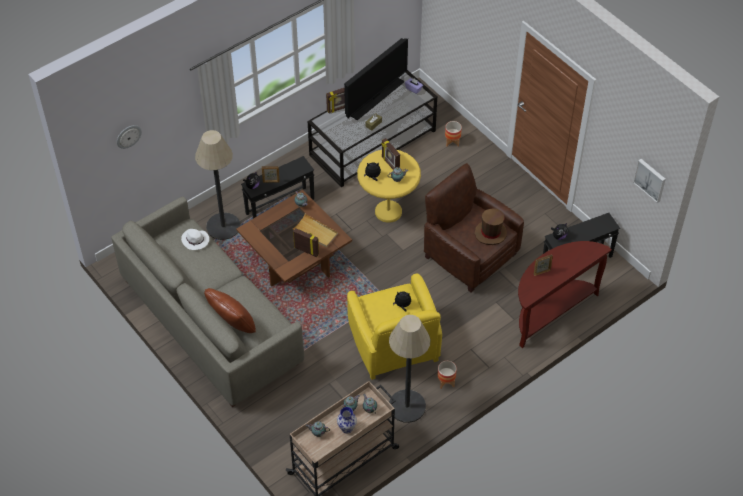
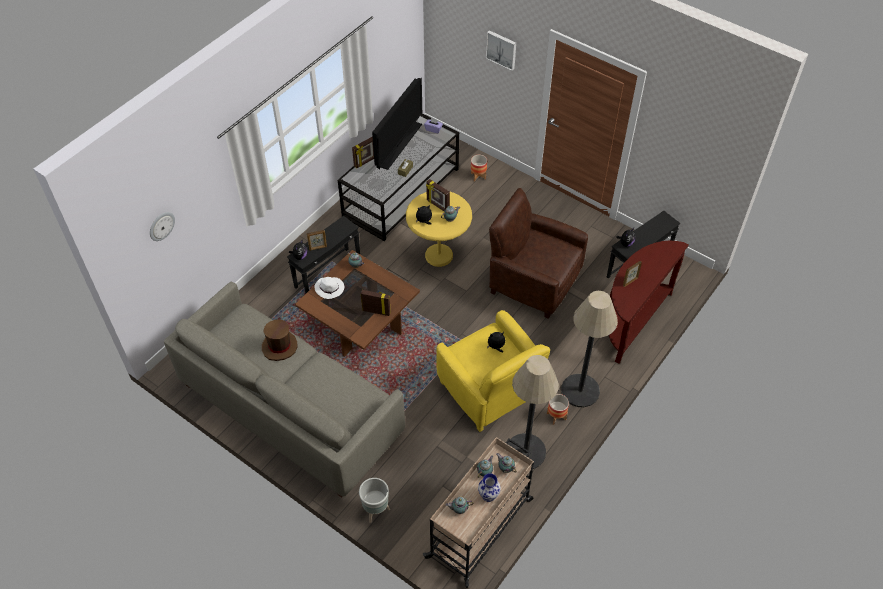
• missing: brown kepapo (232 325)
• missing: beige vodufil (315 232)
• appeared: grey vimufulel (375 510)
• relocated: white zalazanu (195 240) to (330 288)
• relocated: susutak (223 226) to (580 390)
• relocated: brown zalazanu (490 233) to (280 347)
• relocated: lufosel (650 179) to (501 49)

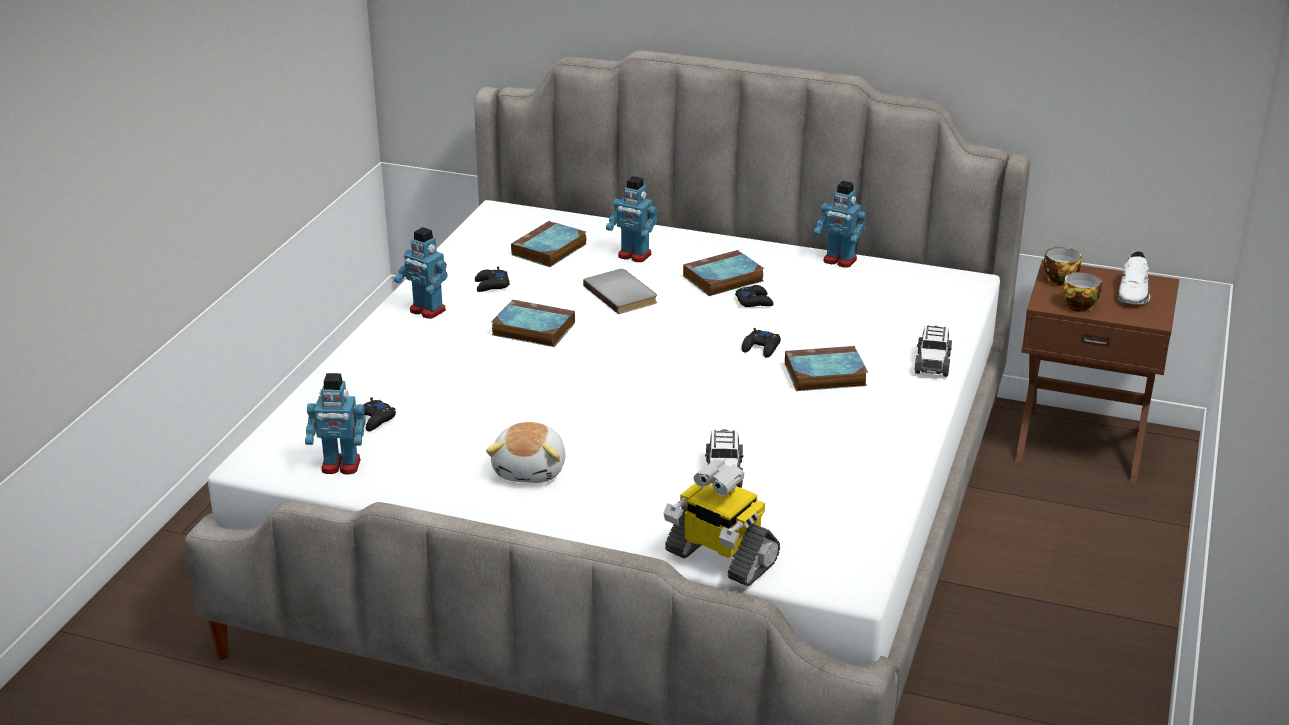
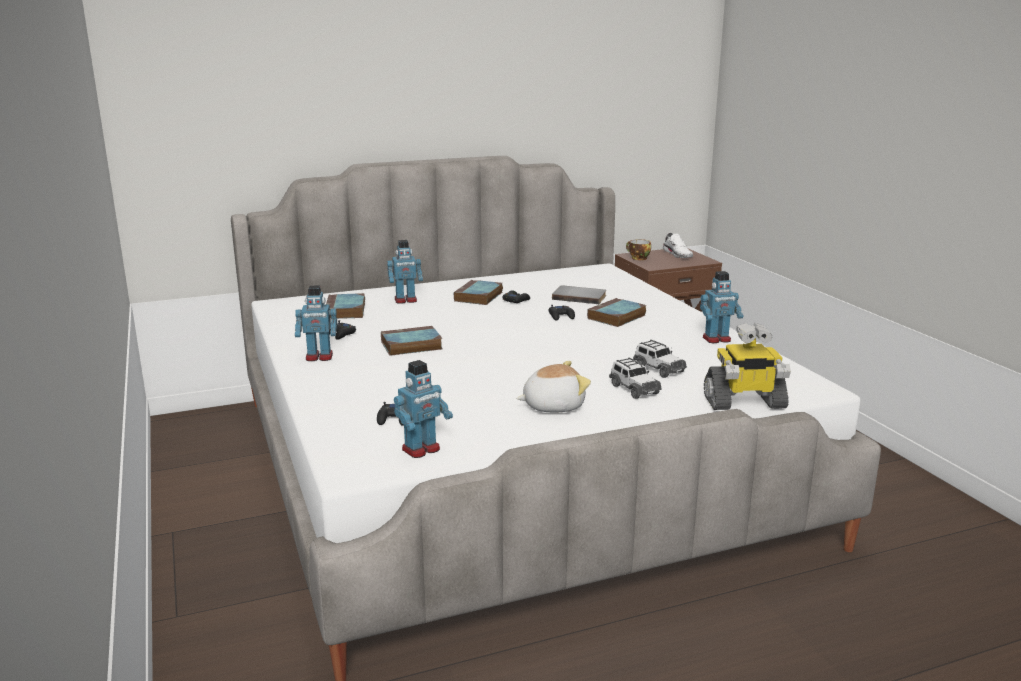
• missing: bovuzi (1080 305)
• relocated: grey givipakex (622 294) to (579 297)
• relocated: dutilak (839 260) to (717 339)
• relocated: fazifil (932 363) to (633 389)
• spun: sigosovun (531 470) = (552 406) 75 degrees counterclockwise

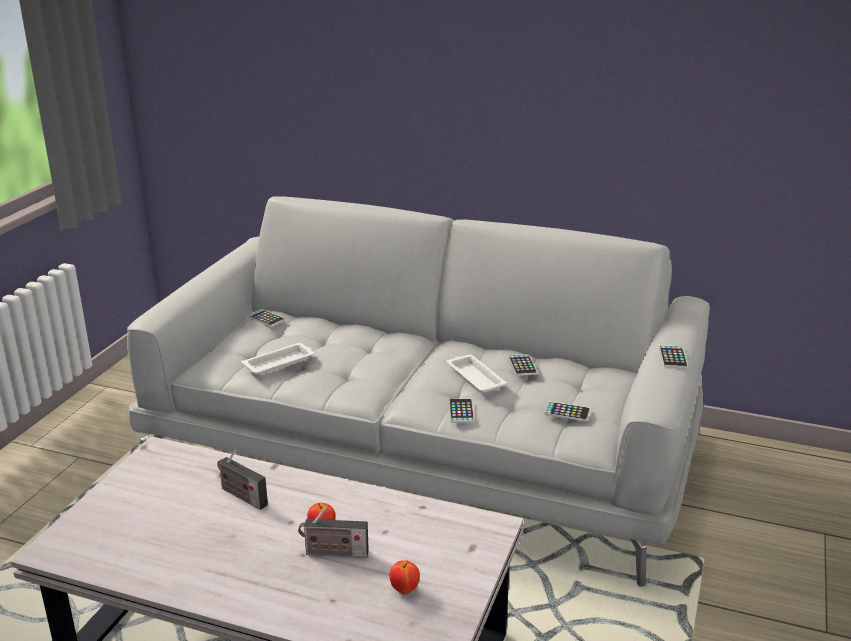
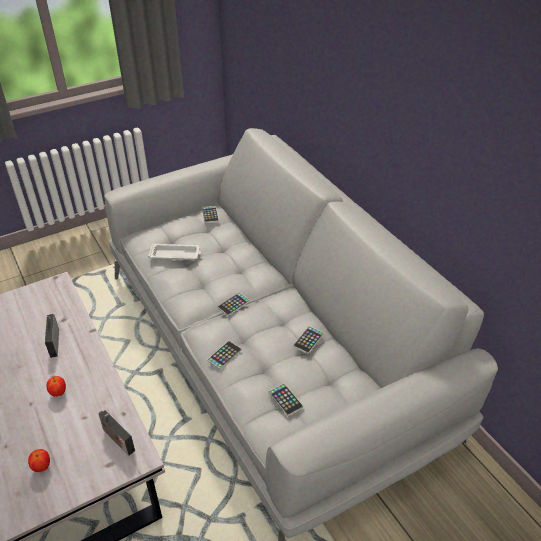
• missing: white vodufil (475 377)
• relocated: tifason (333 553) to (117 439)
• relocated: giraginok (673 357) to (233 304)

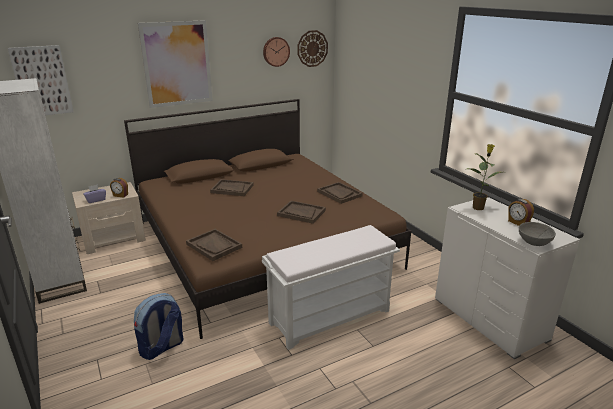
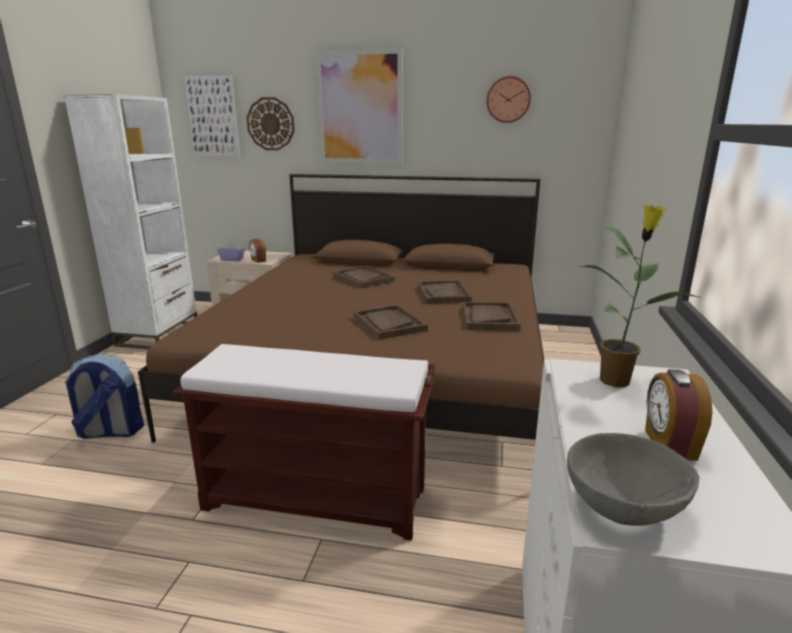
• relocated: brown vodufil (214 246) to (443 293)
• relocated: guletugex (312 48) to (270 124)
• colour: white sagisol (330 316) to brown sagisol (318 497)

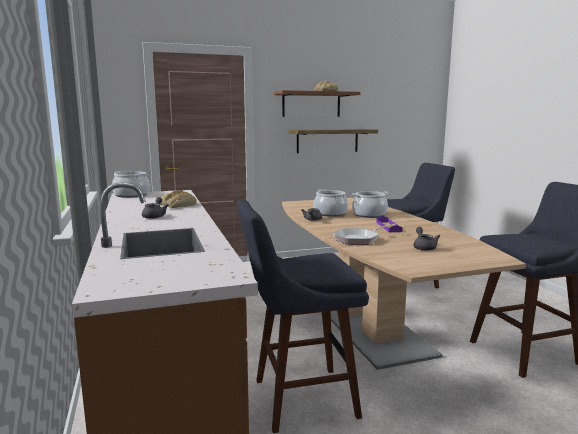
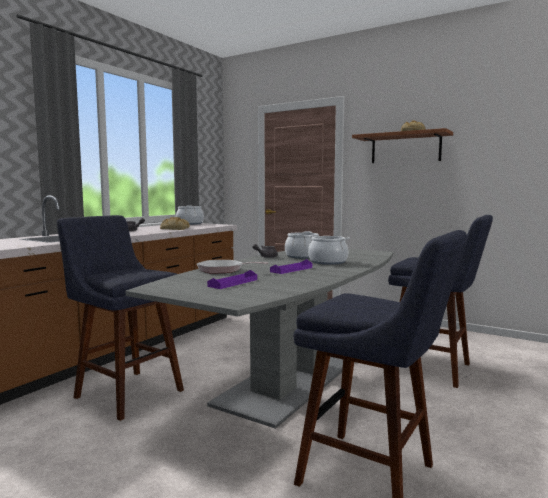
• missing: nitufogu (327 140)
• exchanged: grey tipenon (424 247) to purple vodufil (233 283)
• colour: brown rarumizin (367 324) to grey rarumizin (290 380)

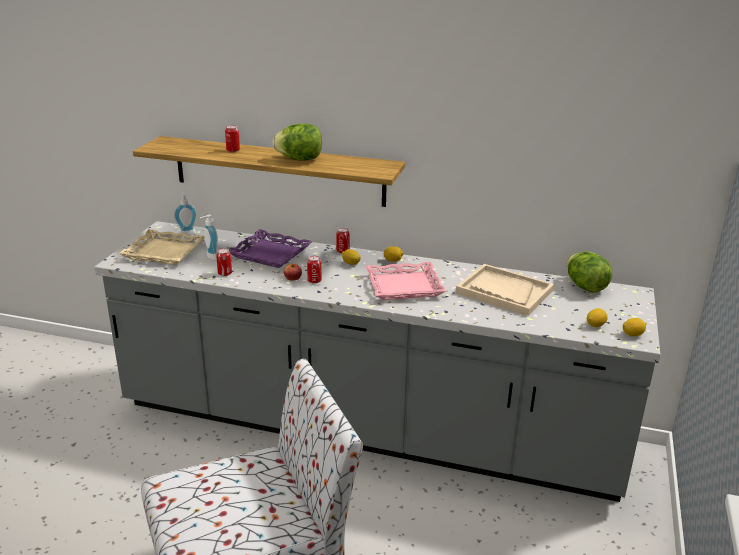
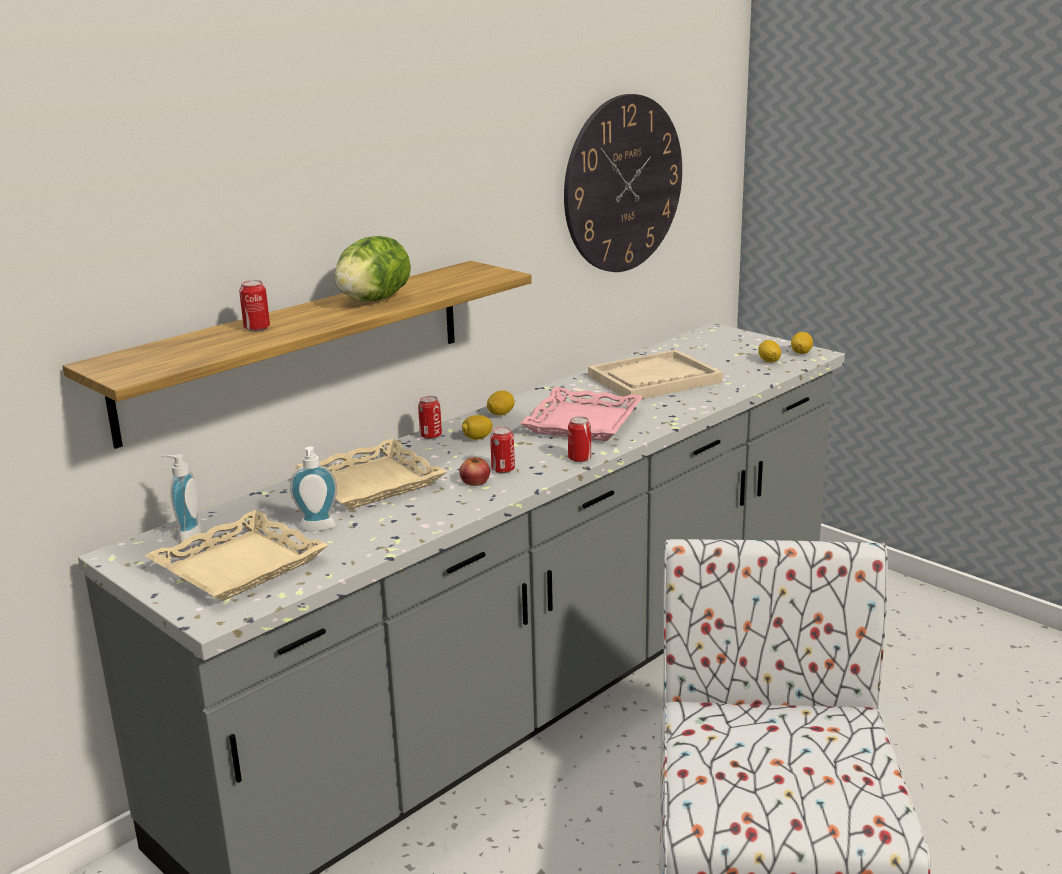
• missing: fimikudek (585 287)
• appeared: guletugex (623 184)
• relocated: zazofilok (225 273) to (579 458)
• colour: purple vodufil (269 254) to beige vodufil (371 484)

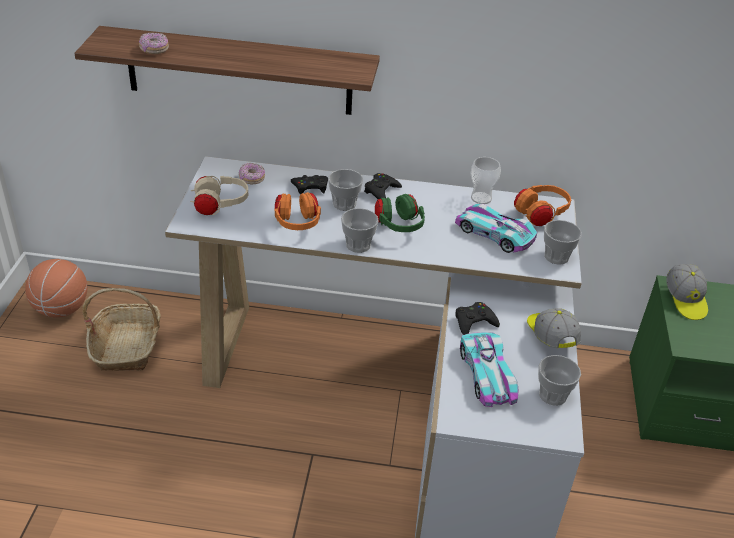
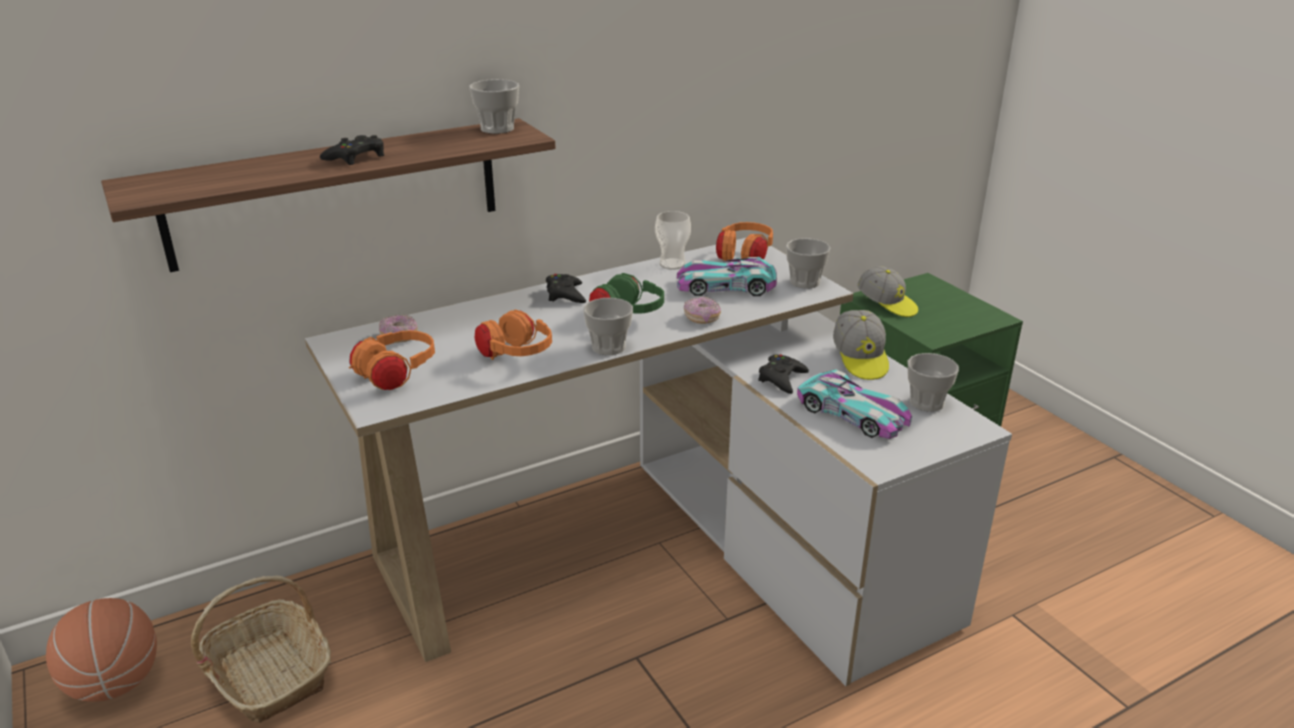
• relocated: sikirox (154 50) to (702 318)
• relocated: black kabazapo (310 187) to (356 157)
• relocated: bovuzi (344 204) to (497 129)
• colour: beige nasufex (220 206) to orange nasufex (396 376)
• spun: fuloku (550 336) = (860 359) 135 degrees counterclockwise

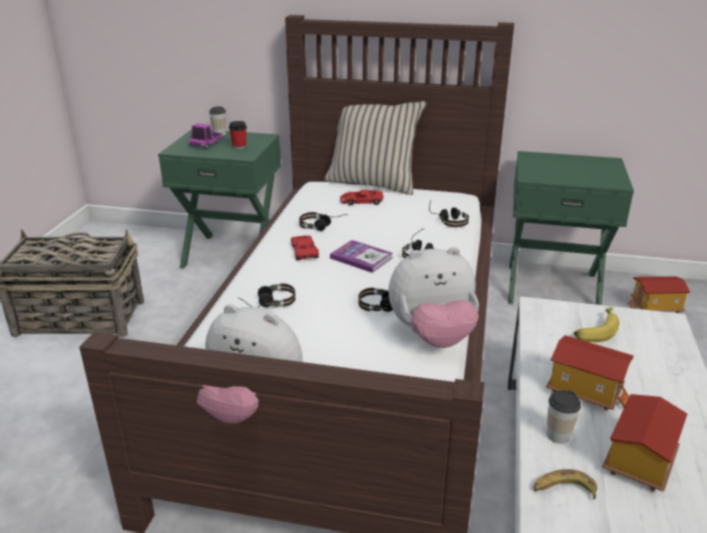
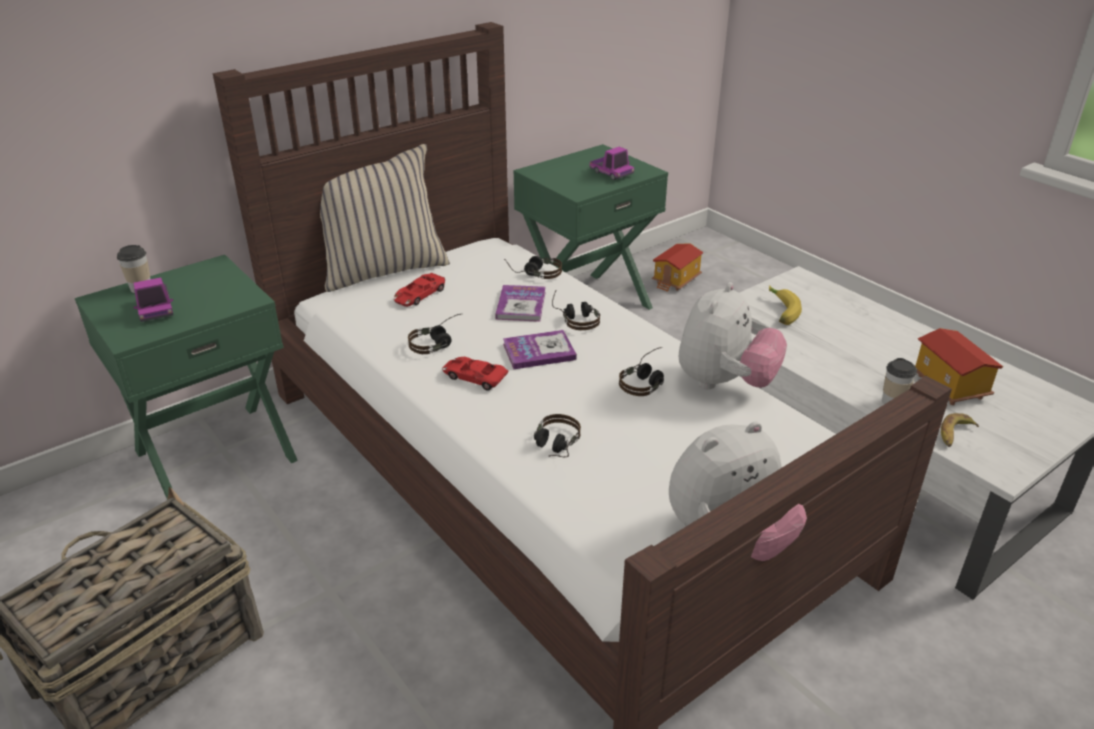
• missing: bovuzi (239 147)
• missing: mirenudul (585 390)
• appeared: givipakex (521 305)
• appeared: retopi (611 173)

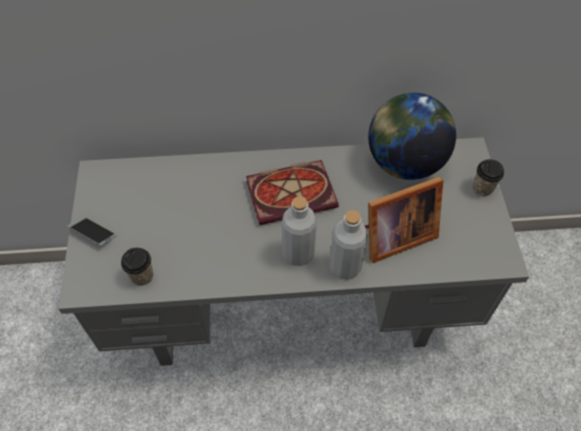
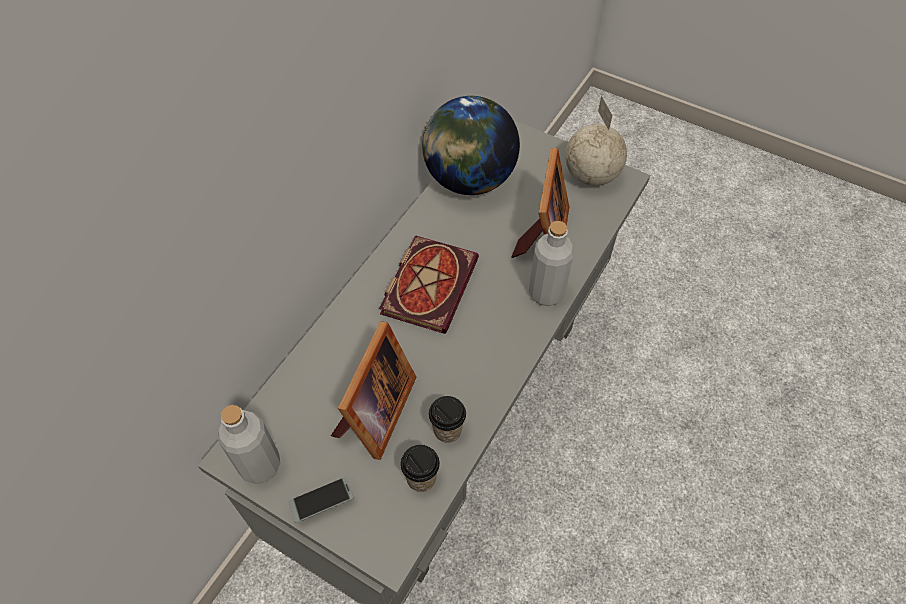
• appeared: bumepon (374 414)
• appeared: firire (591 175)
• relocated: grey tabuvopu (298 253) to (260 465)
• relocated: bovuzi (482 188) to (447 430)

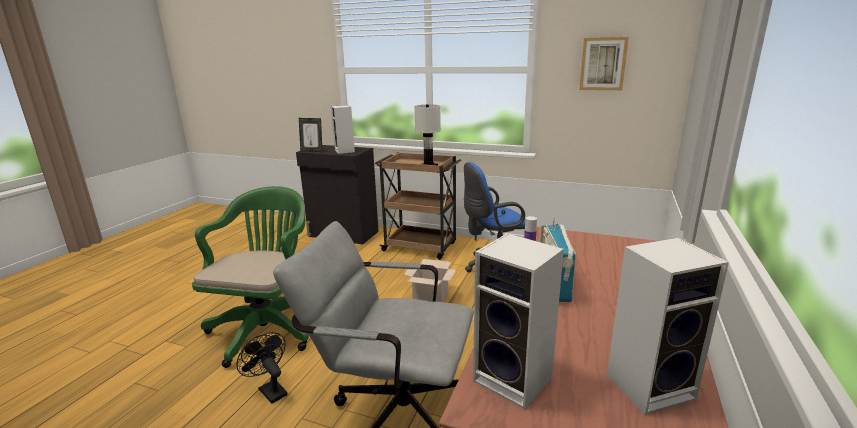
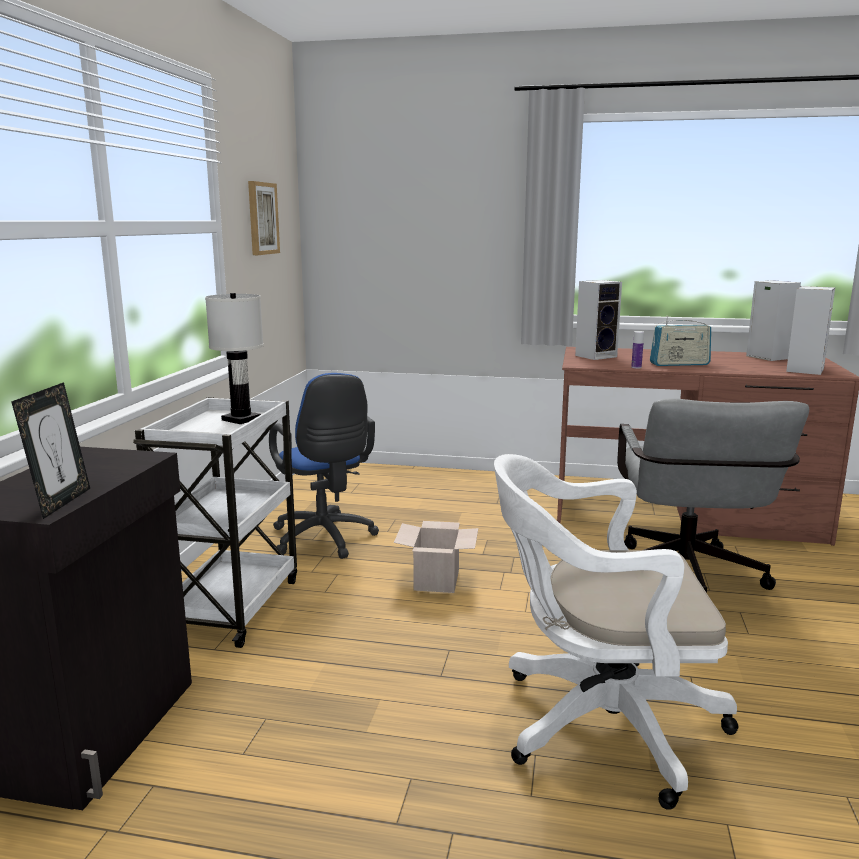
• missing: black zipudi (270 390)
• relocated: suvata (345 151) to (596 356)
• colour: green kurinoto (268 327) to white kurinoto (597 724)
• colour: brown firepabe (421 247) to white firepabe (232 605)

